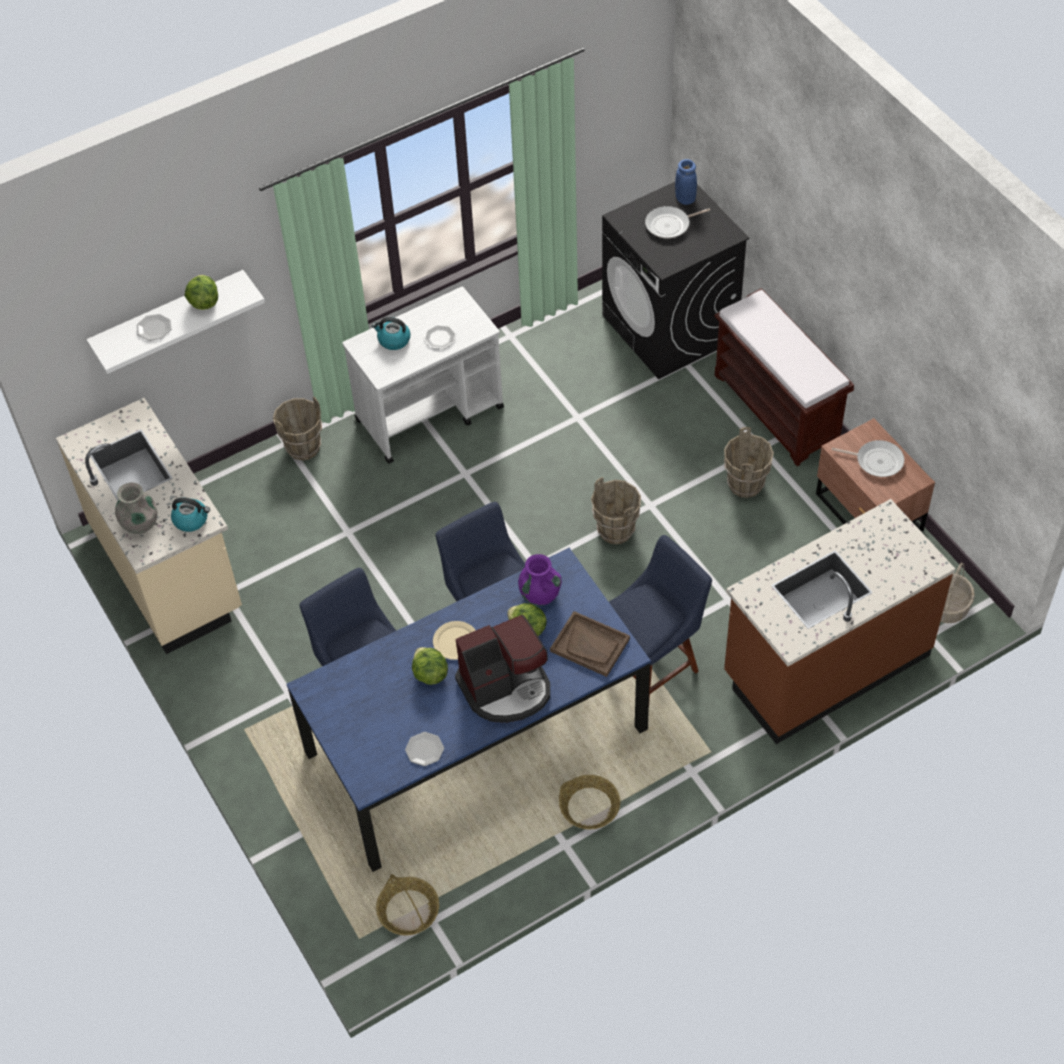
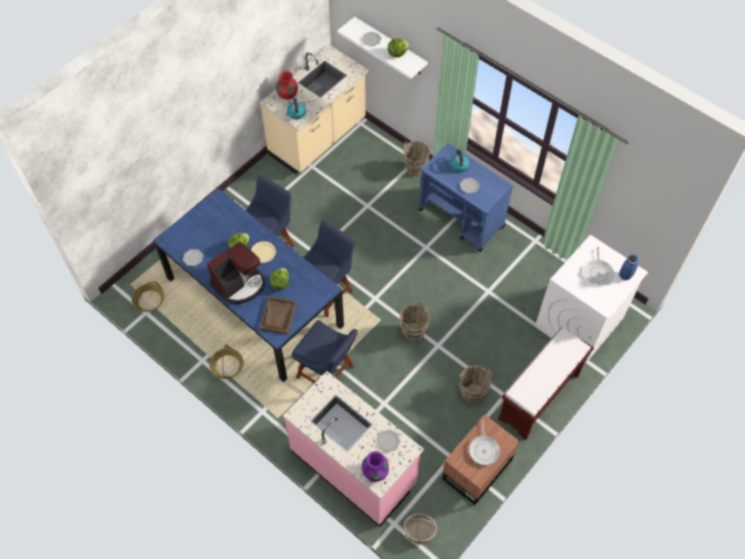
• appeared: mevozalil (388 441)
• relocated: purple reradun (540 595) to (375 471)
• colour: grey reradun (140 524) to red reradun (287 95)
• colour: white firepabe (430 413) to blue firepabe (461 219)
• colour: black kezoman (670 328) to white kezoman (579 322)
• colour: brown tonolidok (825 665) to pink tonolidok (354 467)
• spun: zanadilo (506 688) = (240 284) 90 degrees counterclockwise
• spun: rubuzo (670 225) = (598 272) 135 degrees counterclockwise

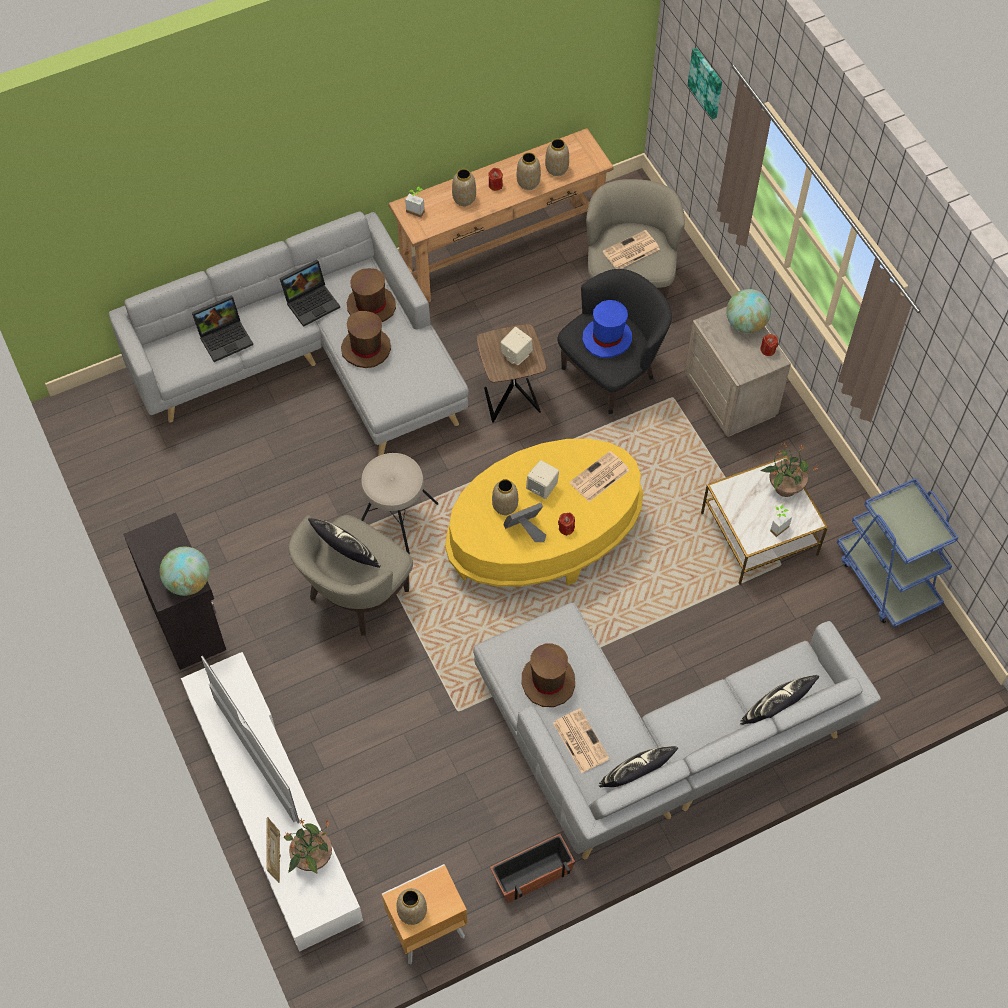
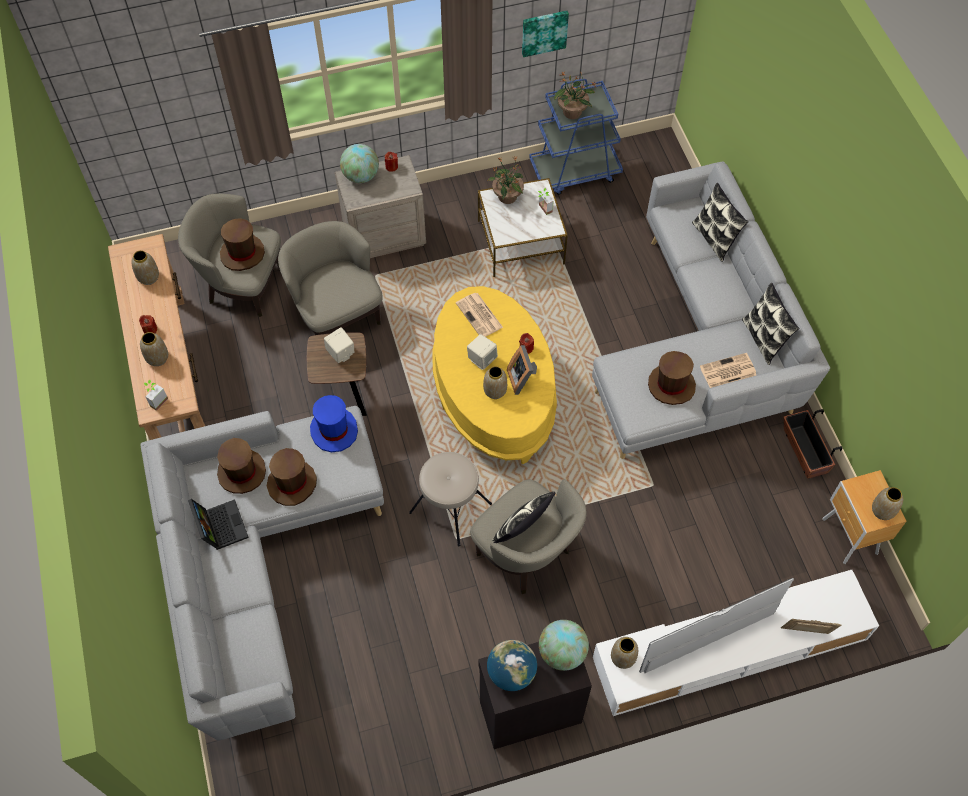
• missing: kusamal (225 337)
• appeared: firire (511 673)
• relocated: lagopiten (311 857) to (572 112)
• relocated: reradun (528 182) to (623 657)
• relocated: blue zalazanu (607 338) to (334 430)
• relocated: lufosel (707 82) to (544 32)
• exchanged: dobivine (630 251) to brown zalazanu (242 253)
• colour: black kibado (611 372) to beige kibado (337 315)

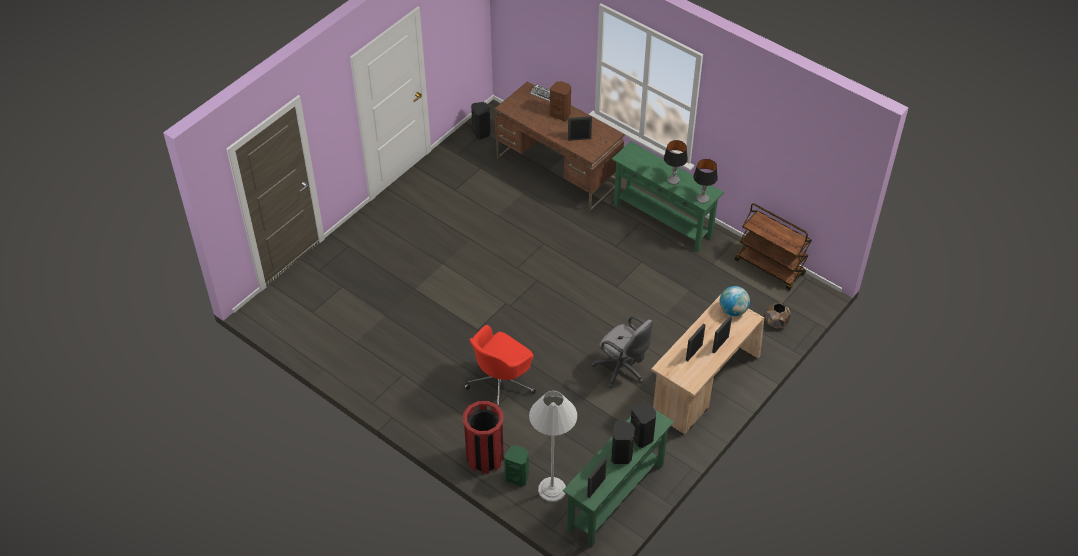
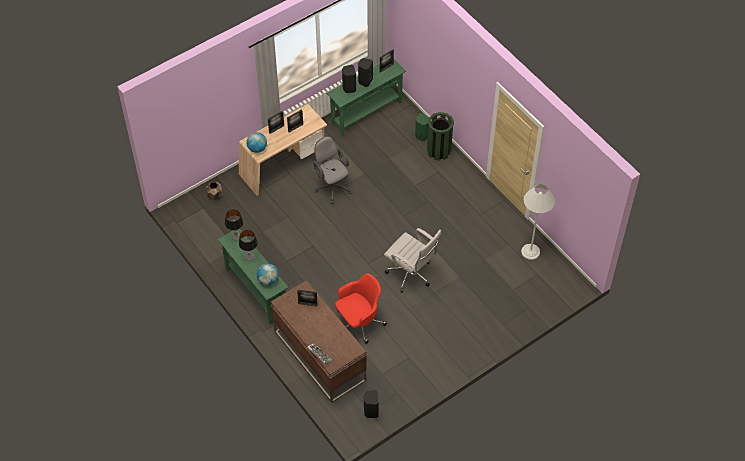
• missing: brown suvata (561 114)
• missing: brown firepabe (770 267)
• appeared: firire (268 280)
• appeared: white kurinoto (411 275)
• relocated: red kurinoto (501 383) to (359 322)
• relocated: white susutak (552 489) to (530 251)
• colour: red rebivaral (485 457) to green rebivaral (439 151)

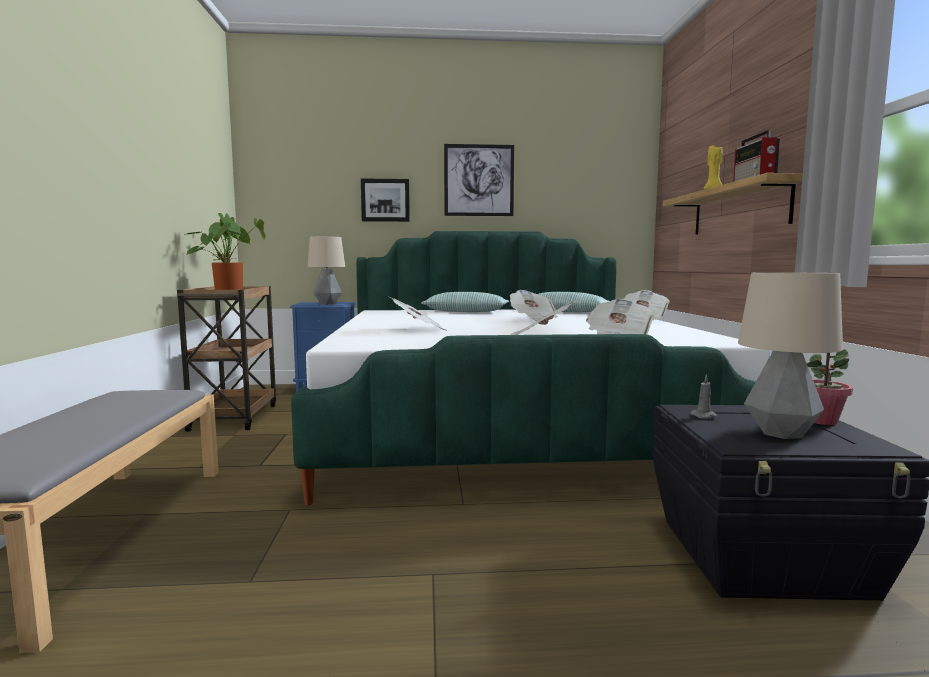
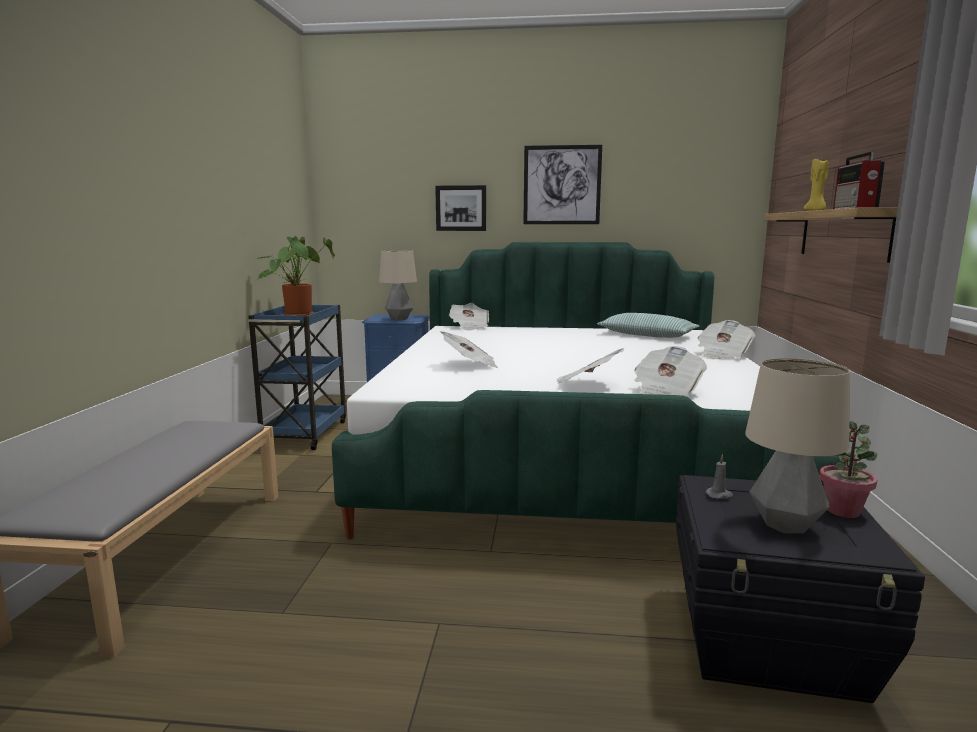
• missing: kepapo (465 311)
• relocated: dobivine (533 319) to (469 327)
• colour: brown firepabe (235 417) to blue firepabe (305 433)

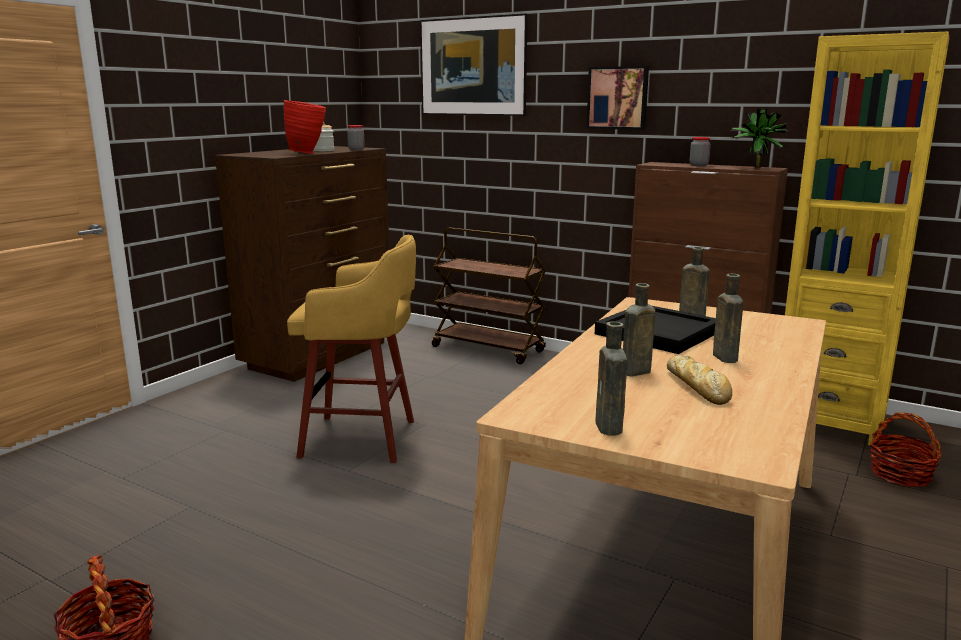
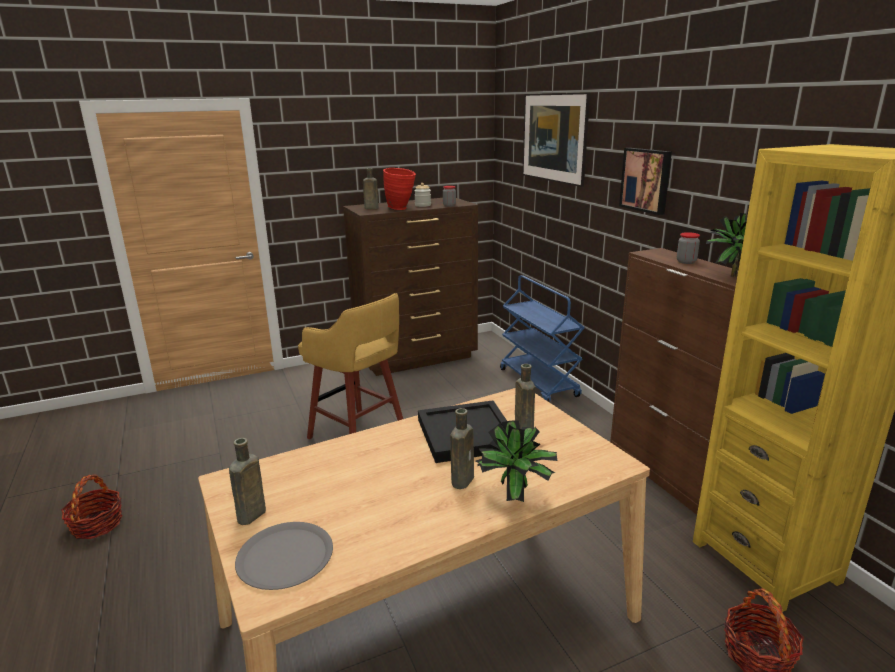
• missing: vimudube (698 387)
• appeared: grey mevozalil (285 556)
• appeared: lagopiten (516 500)
• relocated: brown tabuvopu (634 372) to (370 208)
• colour: brown firepabe (489 349) to blue firepabe (539 383)

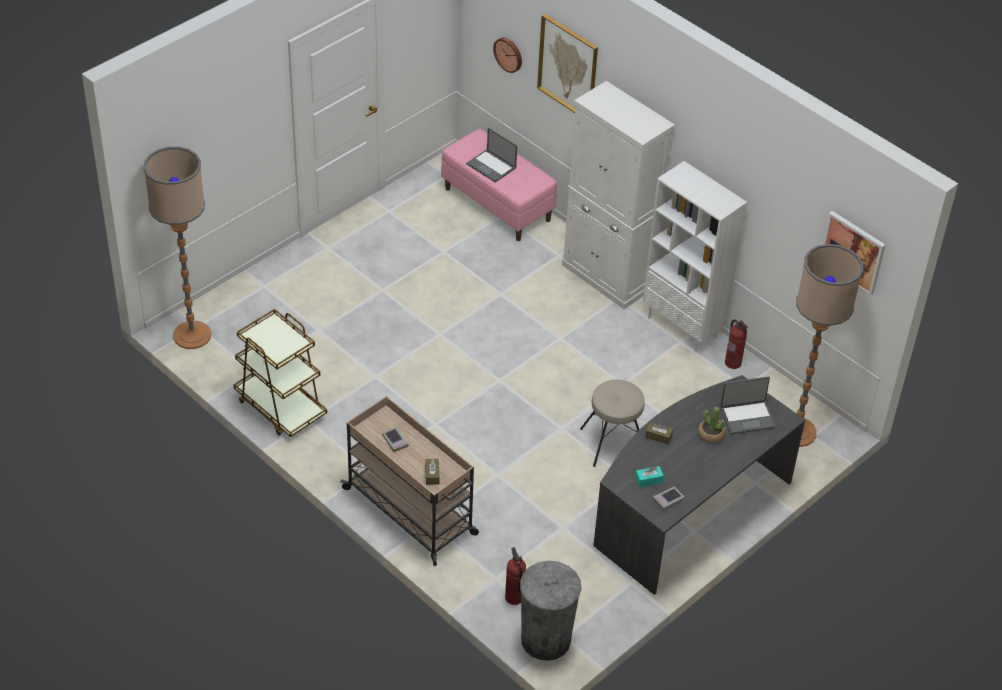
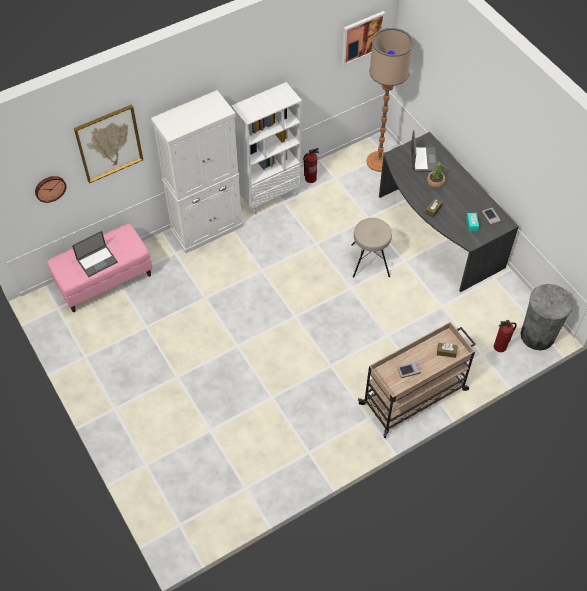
• missing: susutak (192 335)
• missing: brown firepabe (280 407)

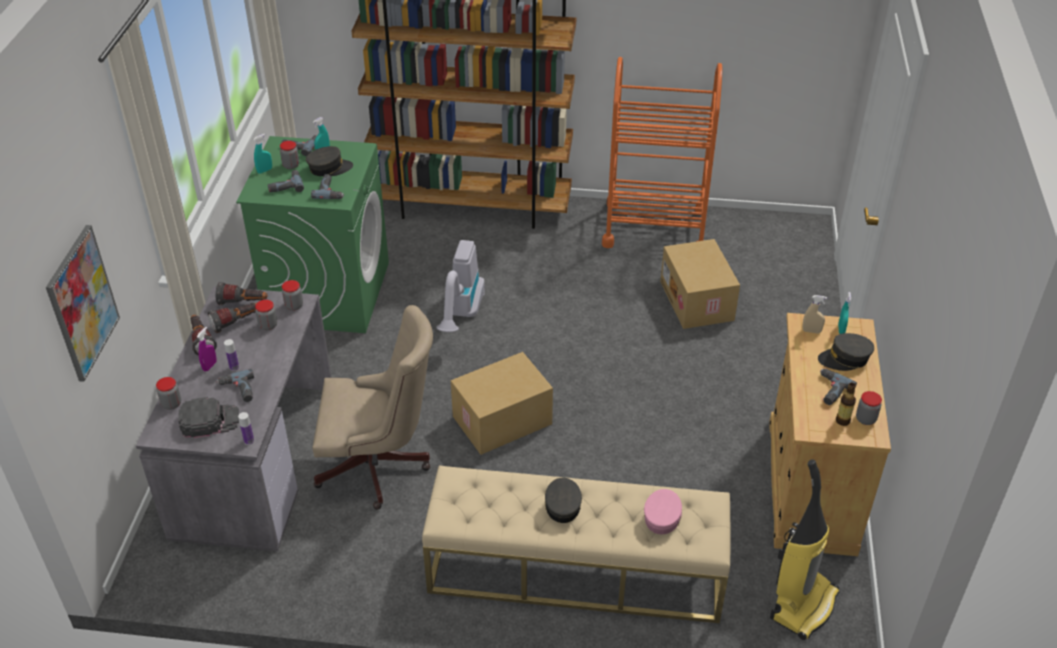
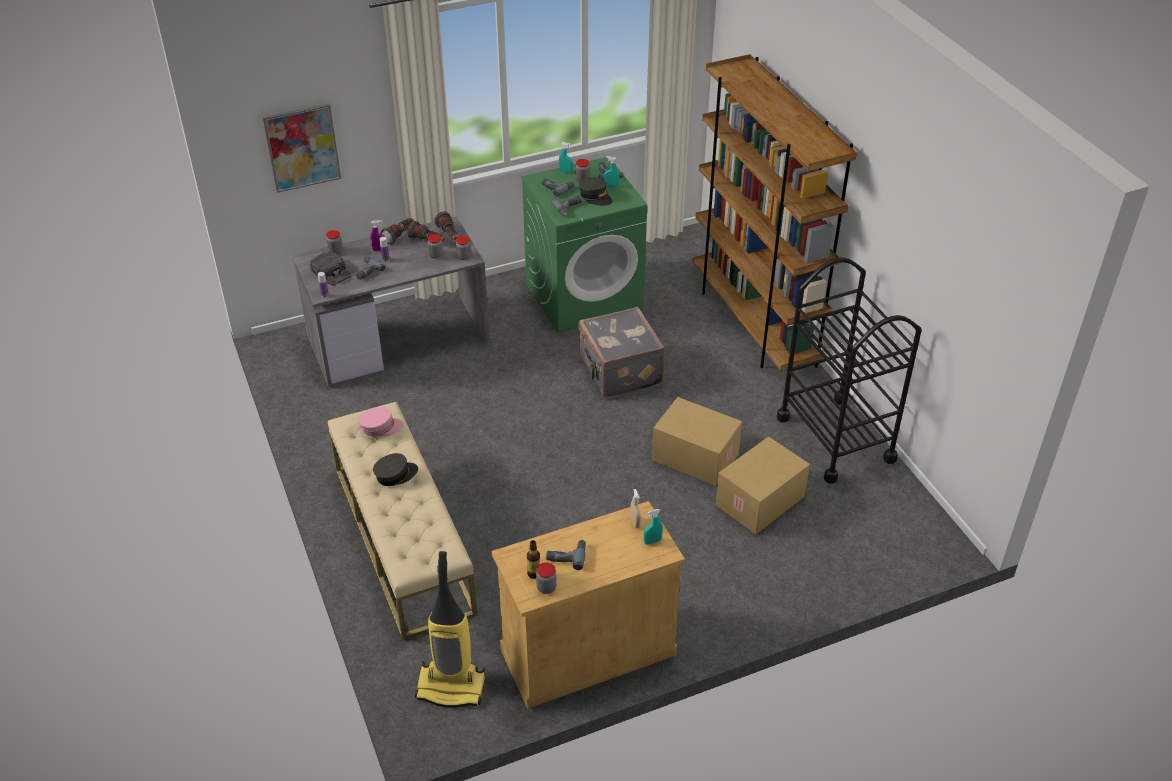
• missing: beige kurinoto (379 466)
• missing: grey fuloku (845 359)
• relocated: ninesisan (502 421) to (694 457)
• relocated: pink fuloku (662 516) to (381 427)
• exchanged: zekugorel (461 315) to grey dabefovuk (619 372)
• colour: orange firepabe (655 227) to black firepabe (835 438)

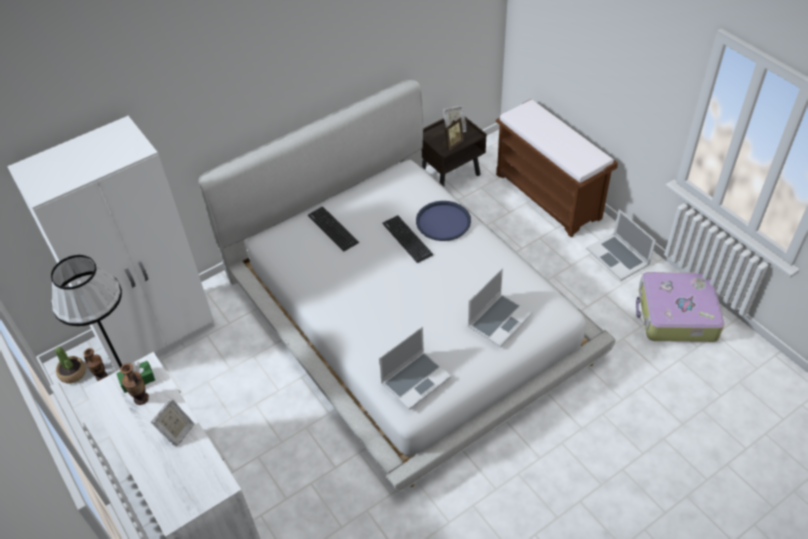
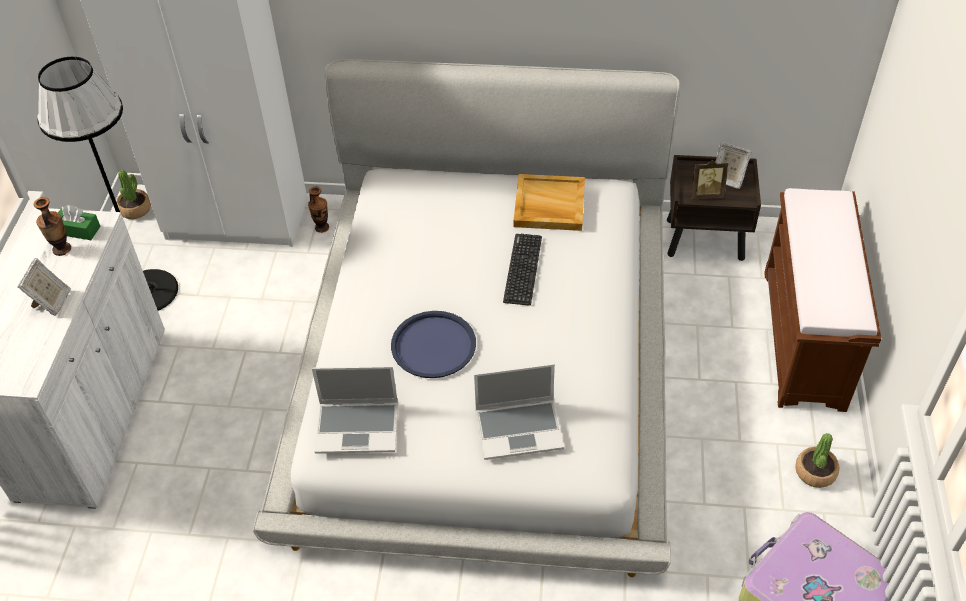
• missing: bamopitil (333 229)
• appeared: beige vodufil (548 205)
• relocated: reradun (102 376) to (322 227)
• relocated: blue vodufil (443 221) to (433 345)
• exchanged: kusamal (618 256) to lagopiten (815 472)
• spun: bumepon (177 432) = (51 302) 60 degrees counterclockwise

